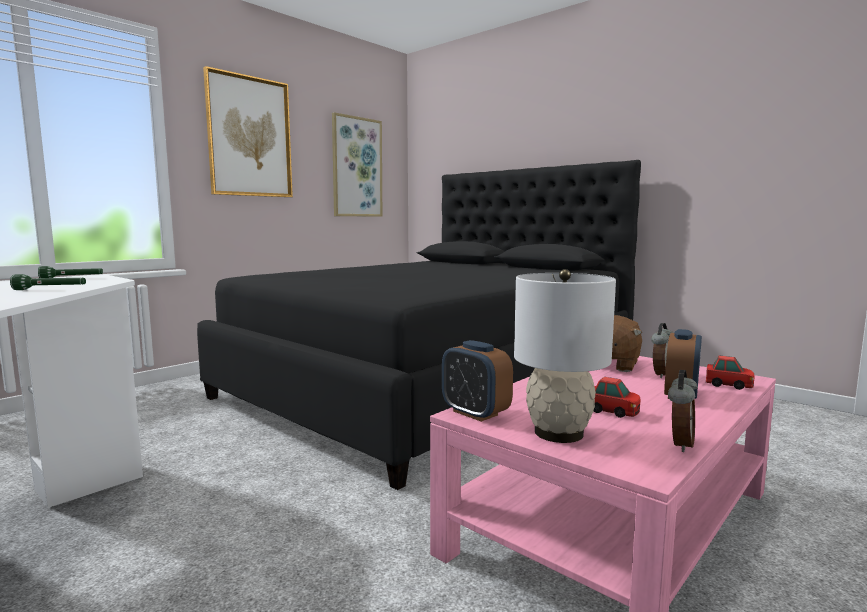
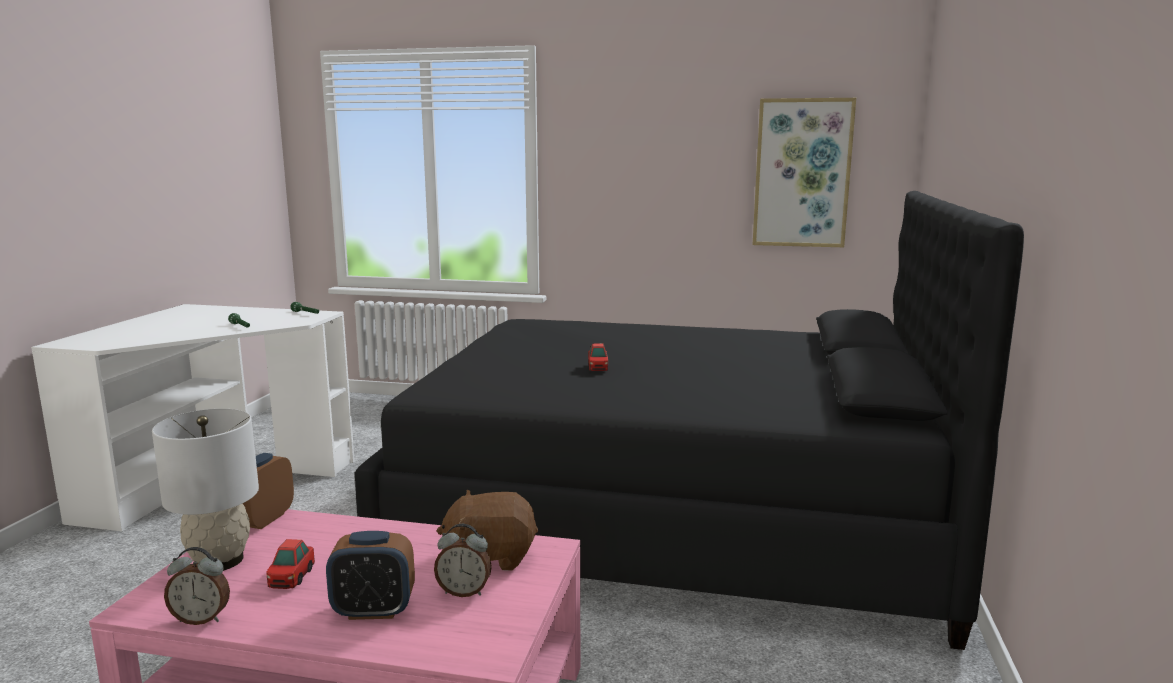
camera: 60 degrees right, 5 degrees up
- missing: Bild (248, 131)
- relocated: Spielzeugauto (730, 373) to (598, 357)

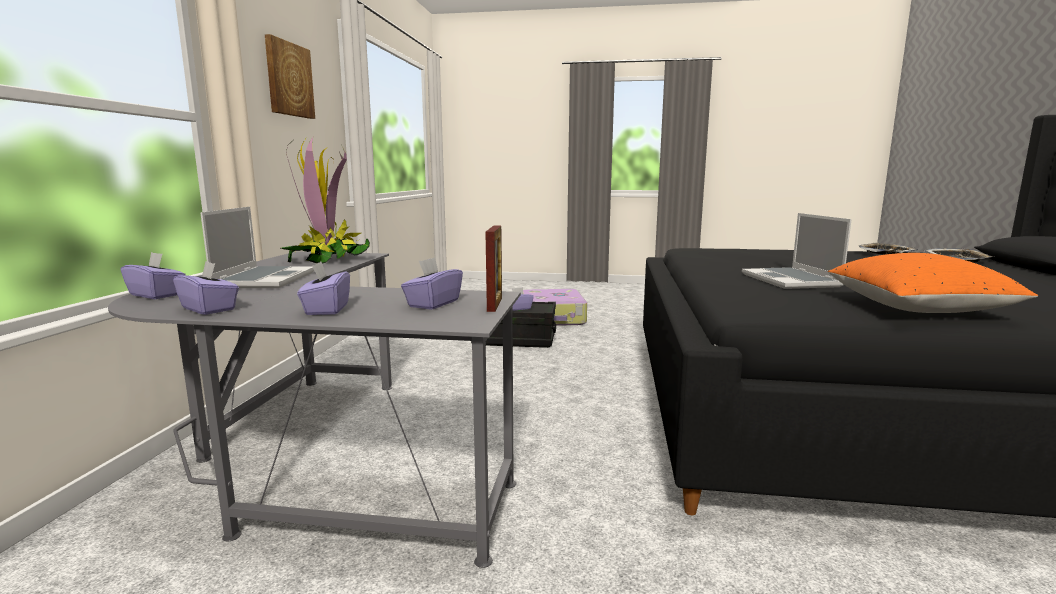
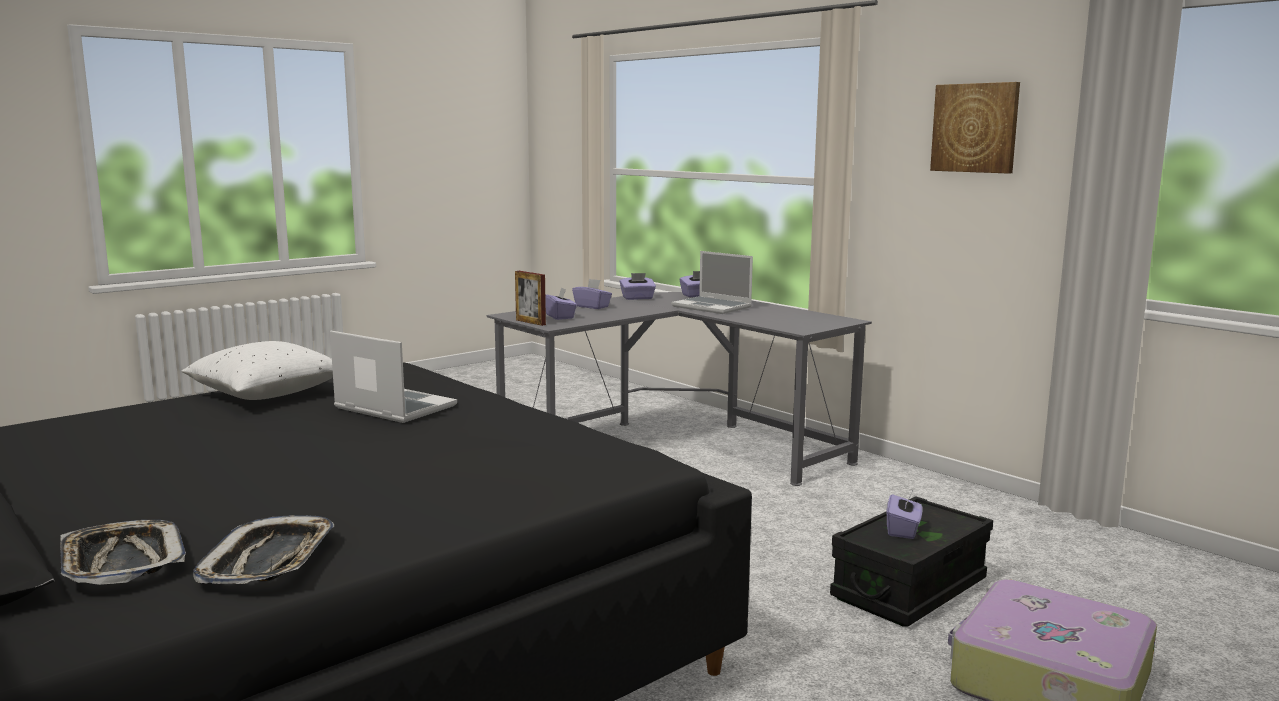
camera: 130 degrees right, 0 degrees up
- missing: Topfpflanze (325, 200)
- colour: Kissen (orange) (933, 283) to Kissen (weiß) (257, 370)

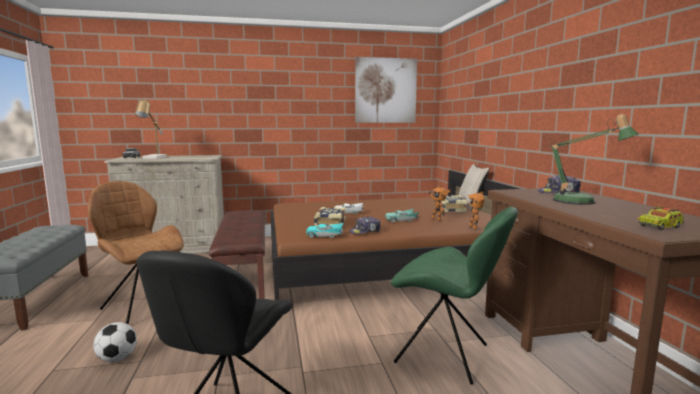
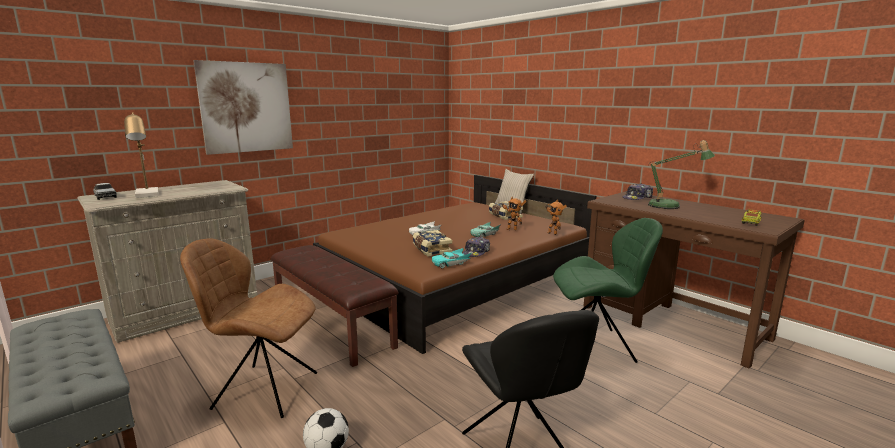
camera: 30 degrees left, 5 degrees up
- relocated: Bild (386, 90) to (243, 107)

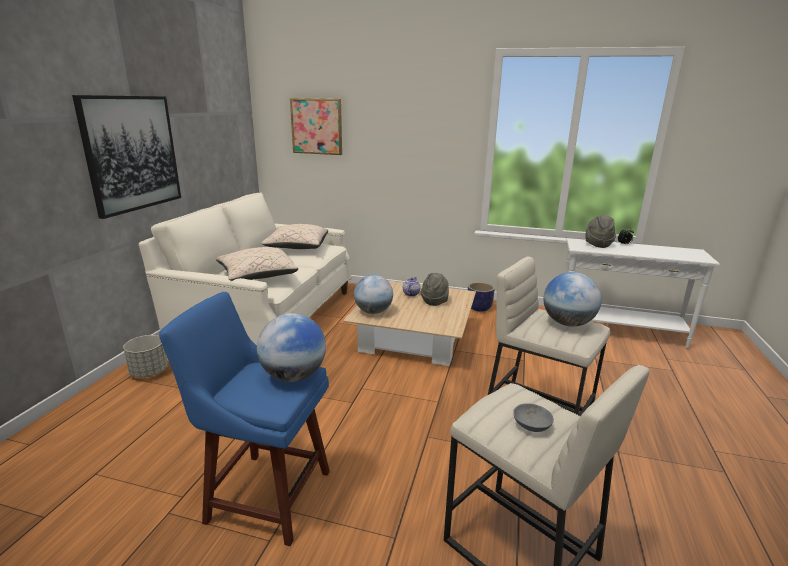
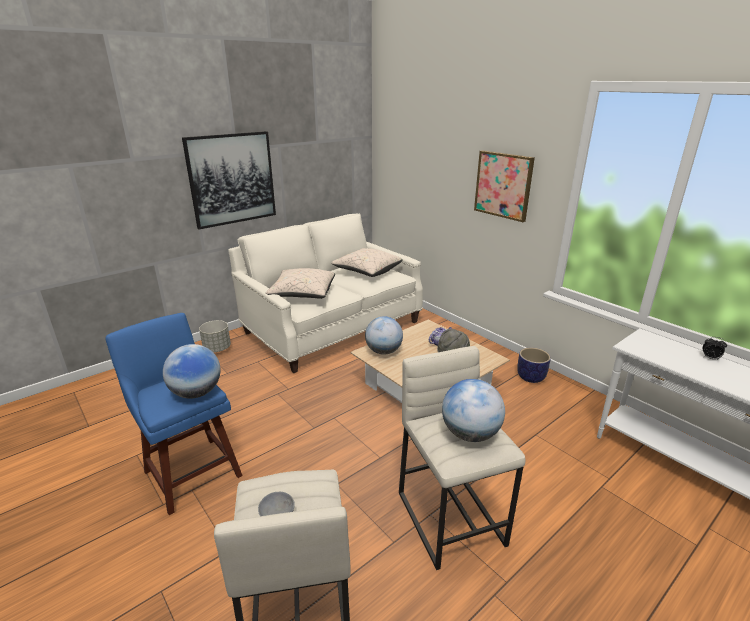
camera: 35 degrees right, 5 degrees up
- missing: Hut (grau) (600, 231)
- relocated: Bild (316, 126) to (504, 186)

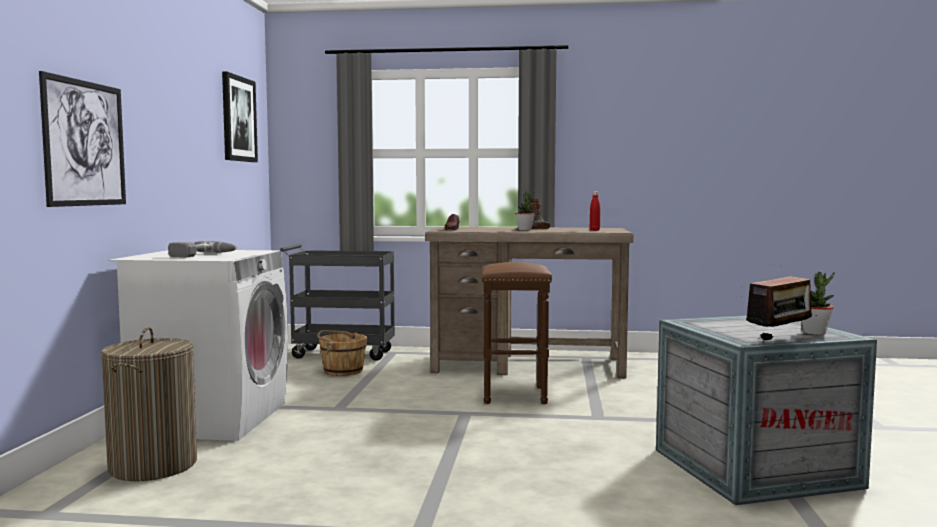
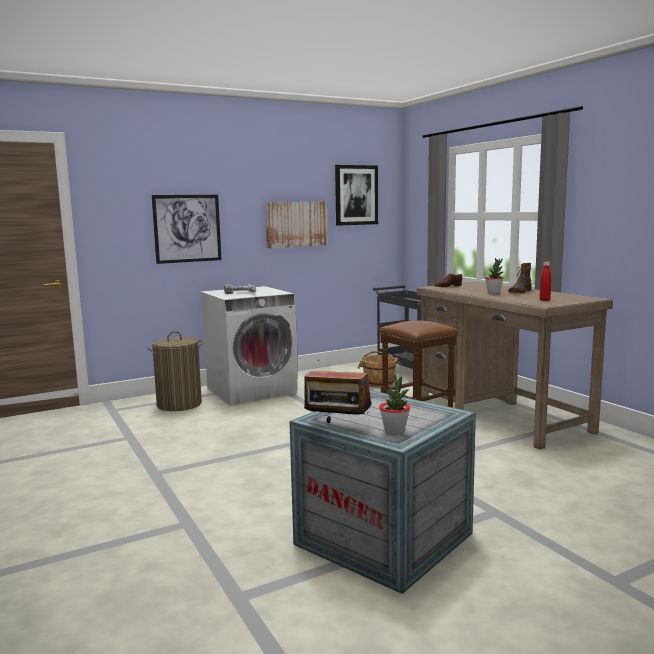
camera: 55 degrees right, 5 degrees up
- appeared: Bild (296, 225)

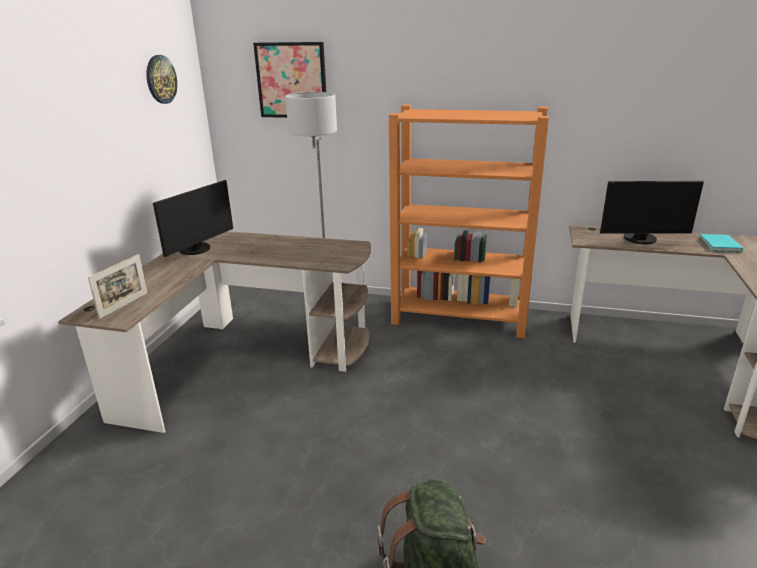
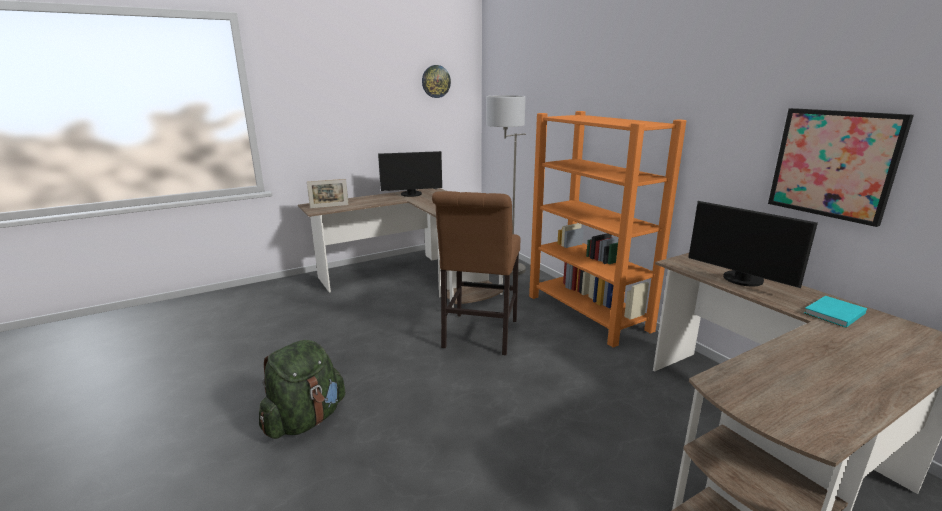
camera: 45 degrees right, 5 degrees down
- appeared: Hocker (braun) (476, 273)
- relocated: Bild (289, 80) to (841, 167)

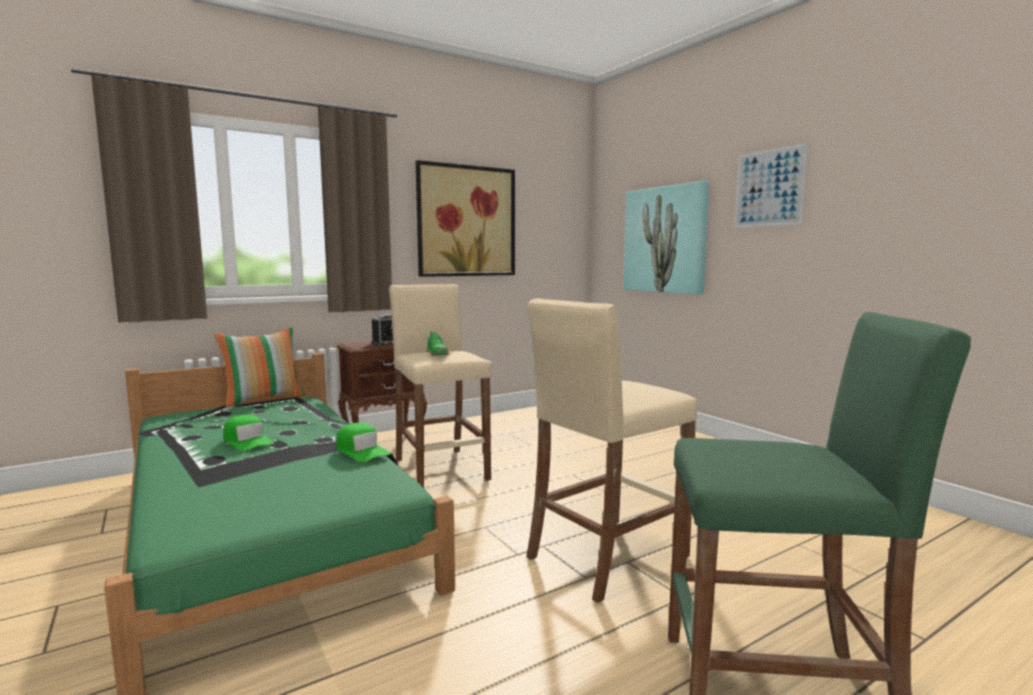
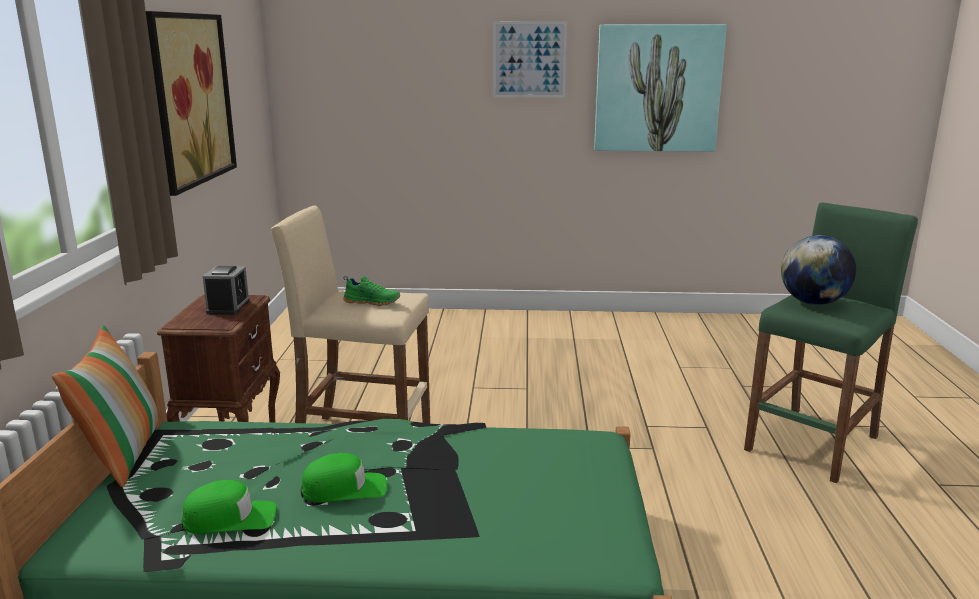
camera: 55 degrees left, 10 degrees up
- missing: Hocker (beige) (611, 451)
- appeared: Globus (818, 270)
- relocated: Kappe (grün) (363, 442) to (229, 507)
- relocated: Bild (666, 237) to (660, 88)

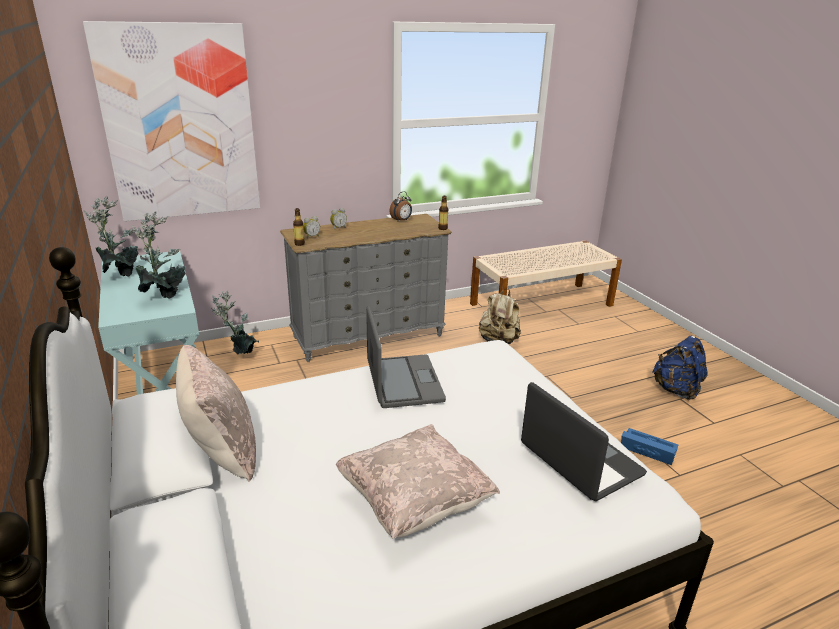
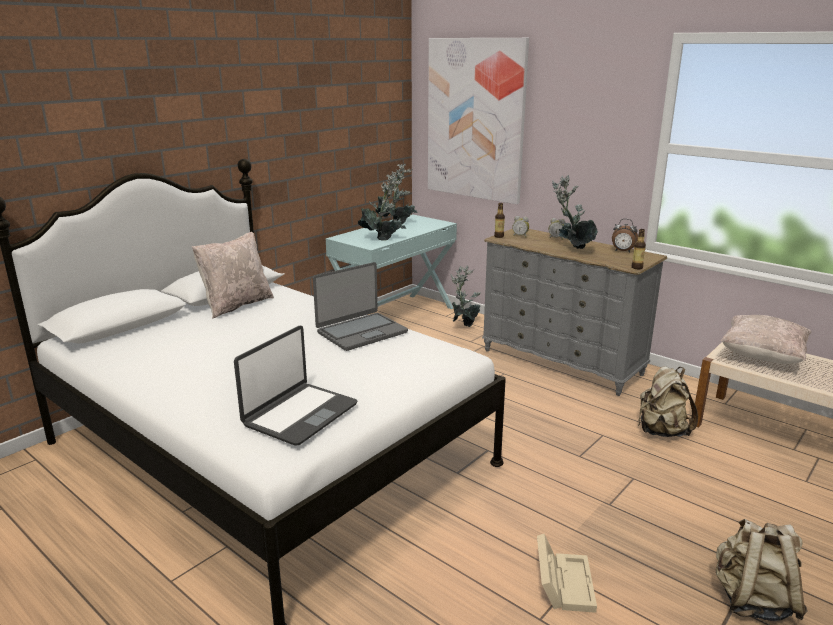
camera: 65 degrees right, 5 degrees down
- appeared: Topfpflanze (575, 212)
- relocated: Kissen (beige) (418, 481) to (766, 339)
- colour: Aufbewahrungsbox (blau) (649, 446) to Aufbewahrungsbox (beige) (567, 573)
- colour: Rucksack (blau) (680, 368) to Rucksack (beige) (762, 570)

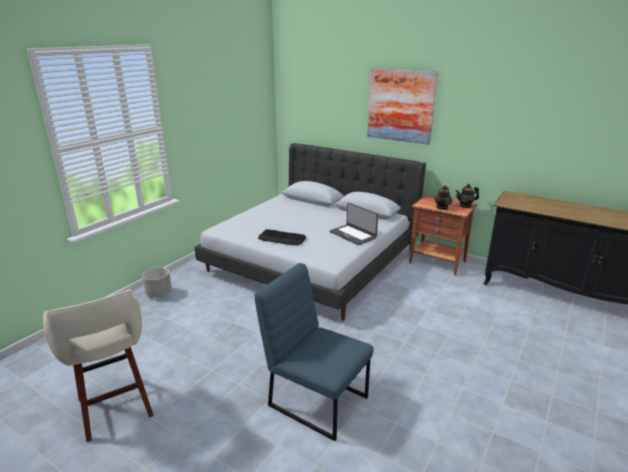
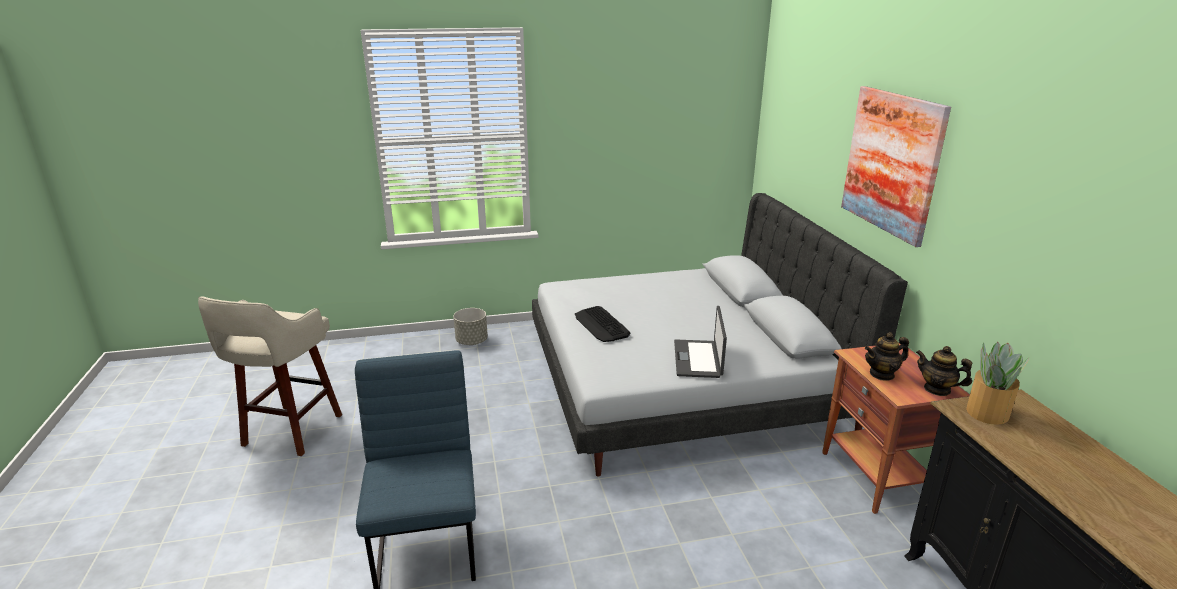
camera: 45 degrees right, 0 degrees up
- appeared: Topfpflanze (998, 383)

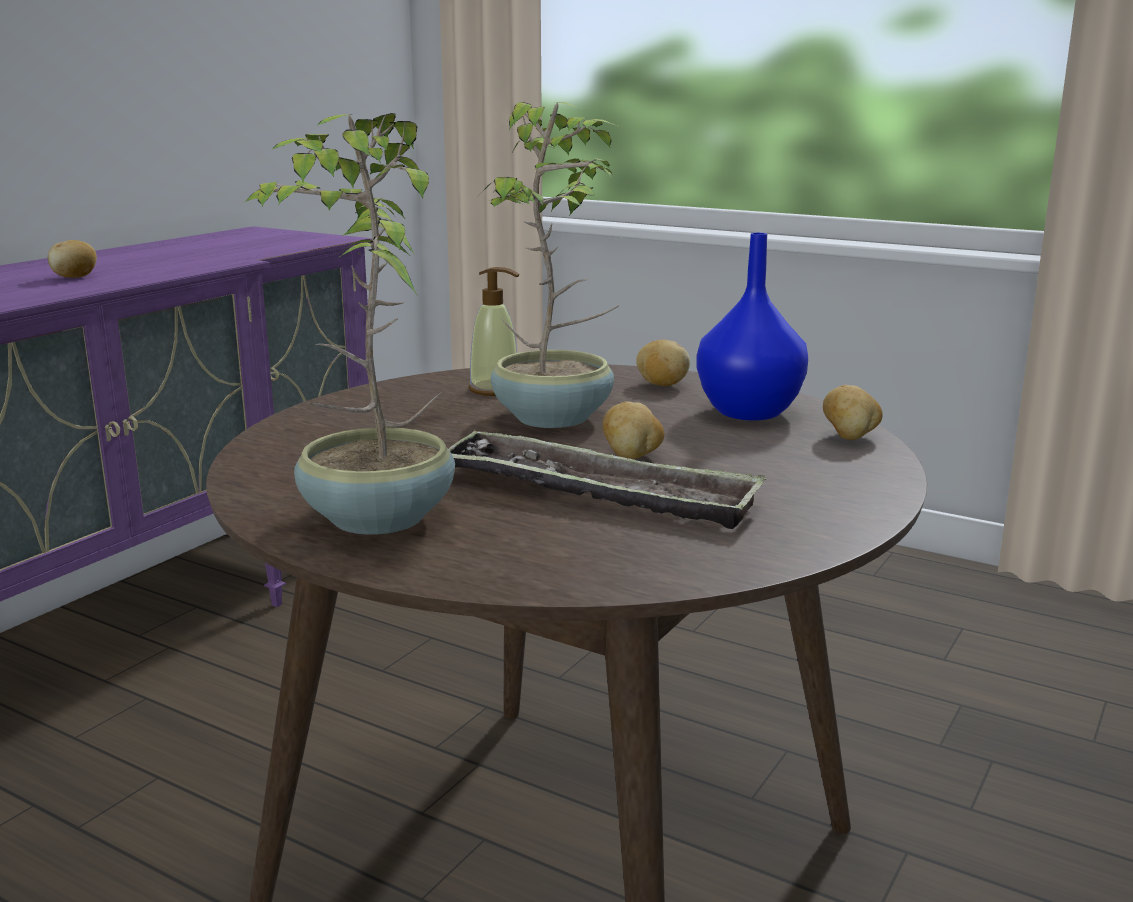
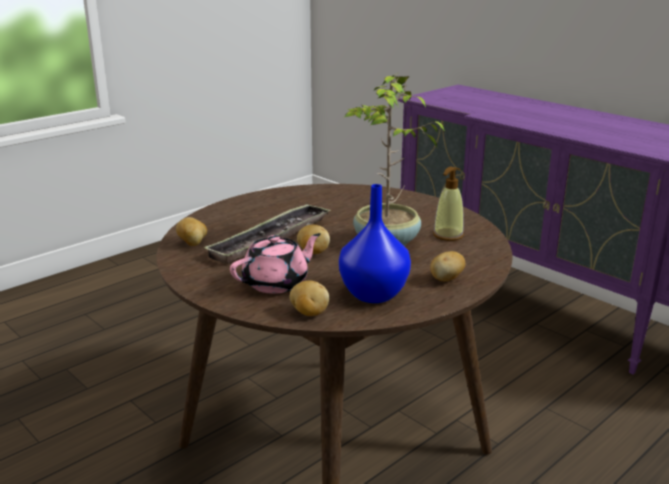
camera: 105 degrees right, 5 degrees up
- missing: Topfpflanze (350, 324)
- appeared: Teekanne (rosa) (275, 263)
- relocated: Kartoffel (72, 259) to (191, 231)

